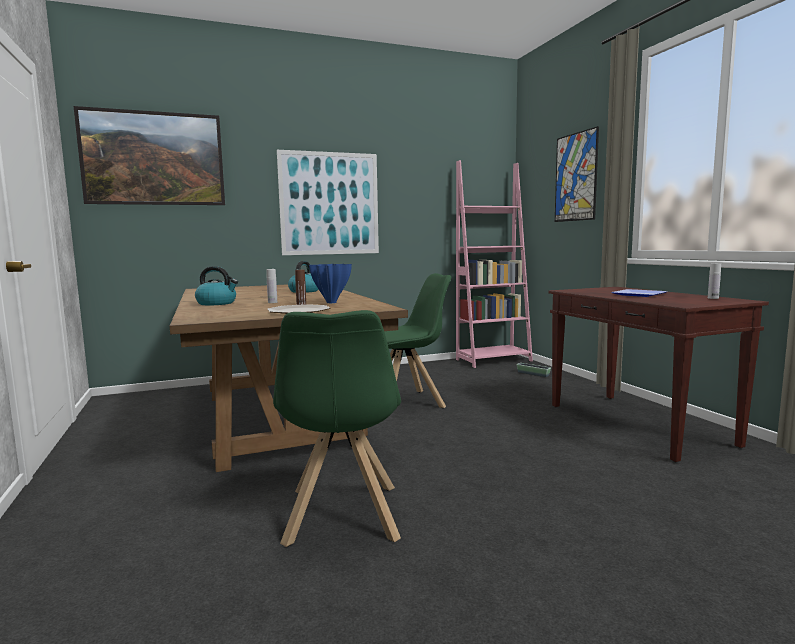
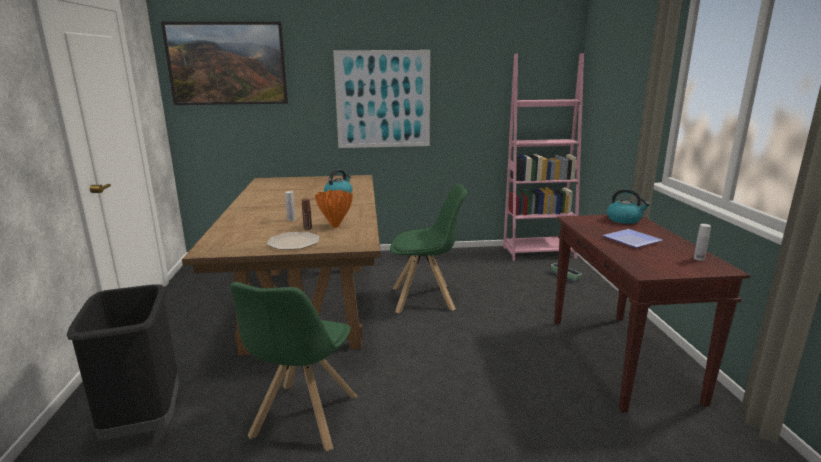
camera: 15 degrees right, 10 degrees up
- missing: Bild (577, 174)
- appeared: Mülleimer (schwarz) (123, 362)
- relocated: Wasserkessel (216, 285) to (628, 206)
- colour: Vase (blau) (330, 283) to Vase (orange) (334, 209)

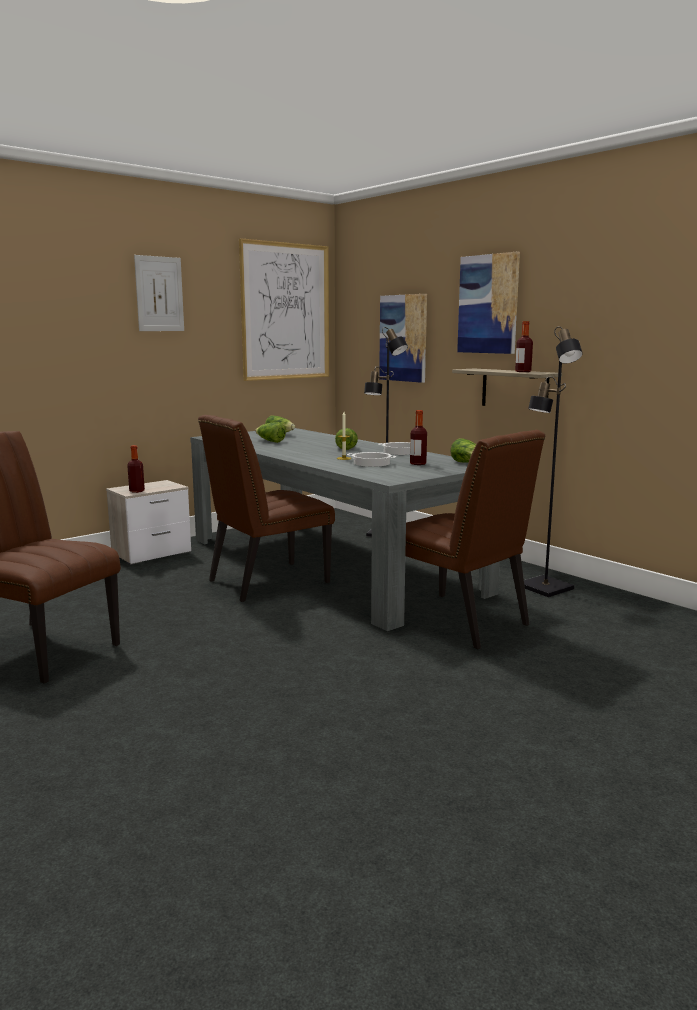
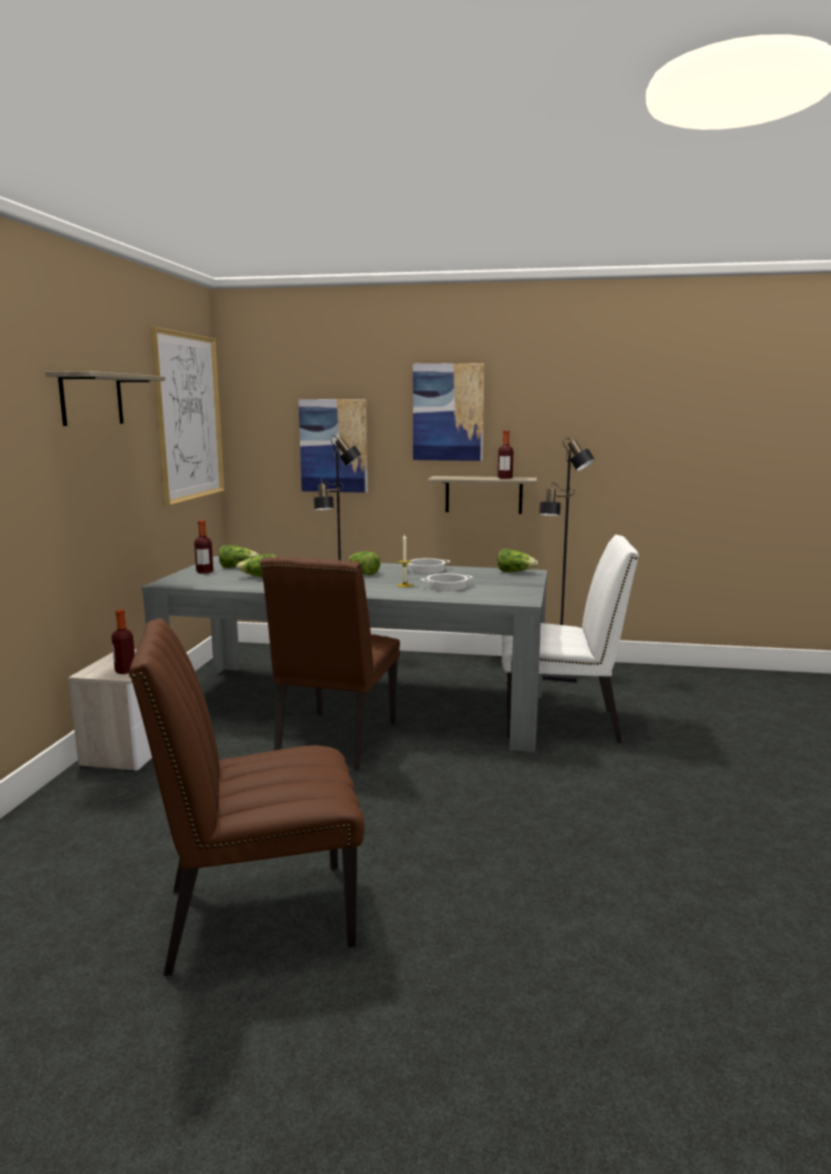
camera: 40 degrees left, 0 degrees up
- relocated: Flasche (418, 437) to (203, 547)
- exchanged: Bild (159, 293) to Wandregal (105, 398)
- colour: Stuhl (braun) (475, 539) to Stuhl (weiß) (570, 639)

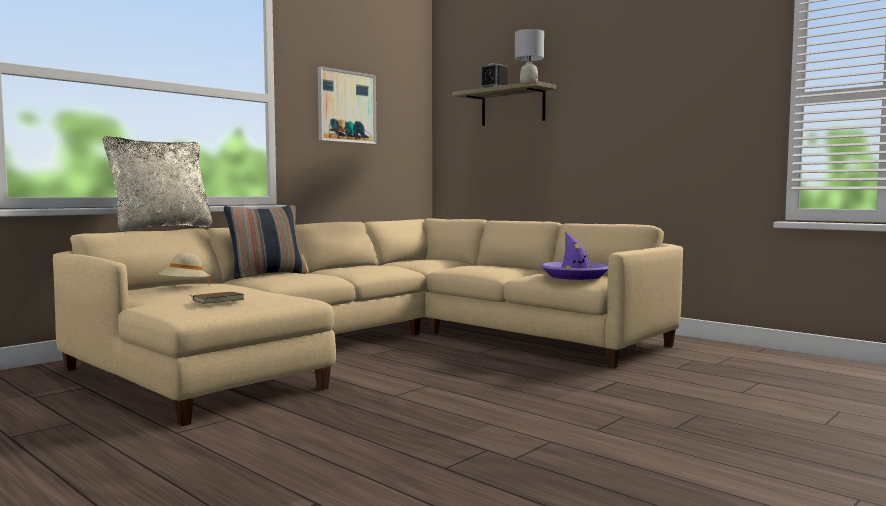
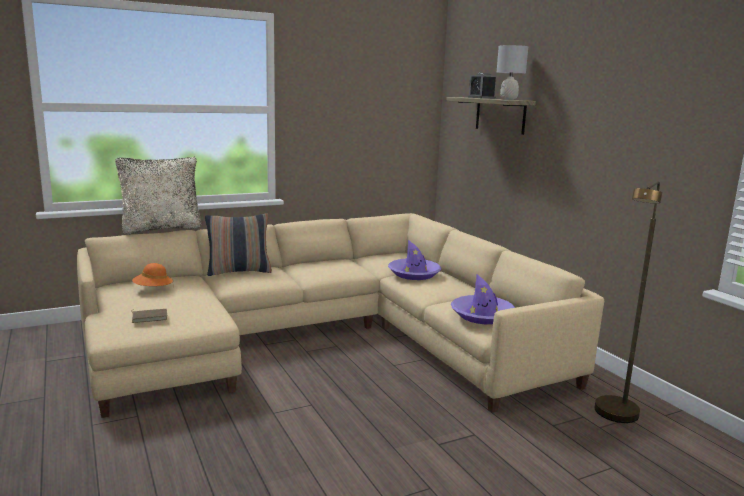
camera: 20 degrees right, 10 degrees up
- missing: Bild (347, 105)
- appeared: Hut (lila) (414, 260)
- appeared: Stehlampe (braun) (628, 302)
- colour: Hut (beige) (184, 269) to Hut (orange) (153, 275)

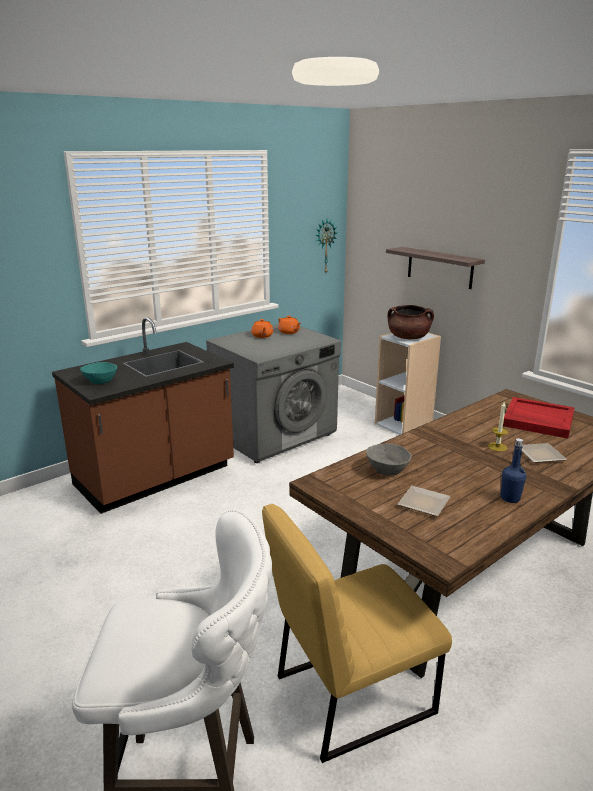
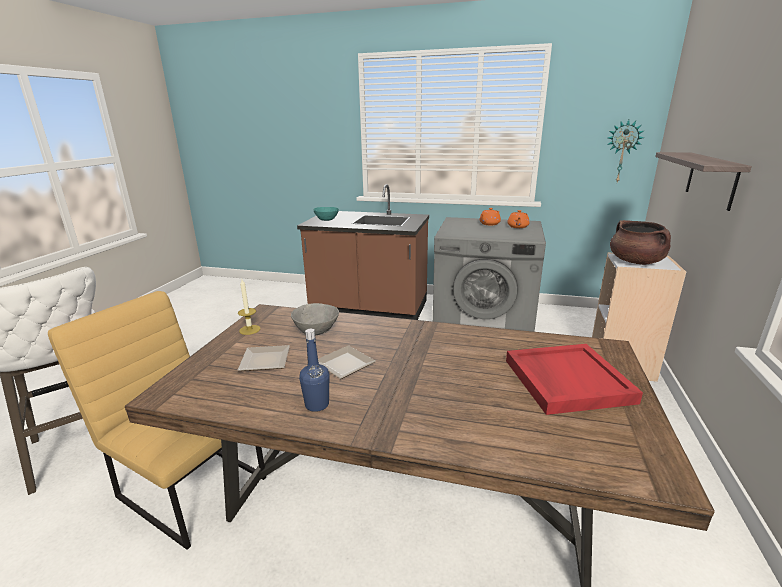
camera: 55 degrees right, 0 degrees up
- relocated: Kerze (498, 427) to (249, 307)
- relocated: Teller (544, 453) to (347, 362)

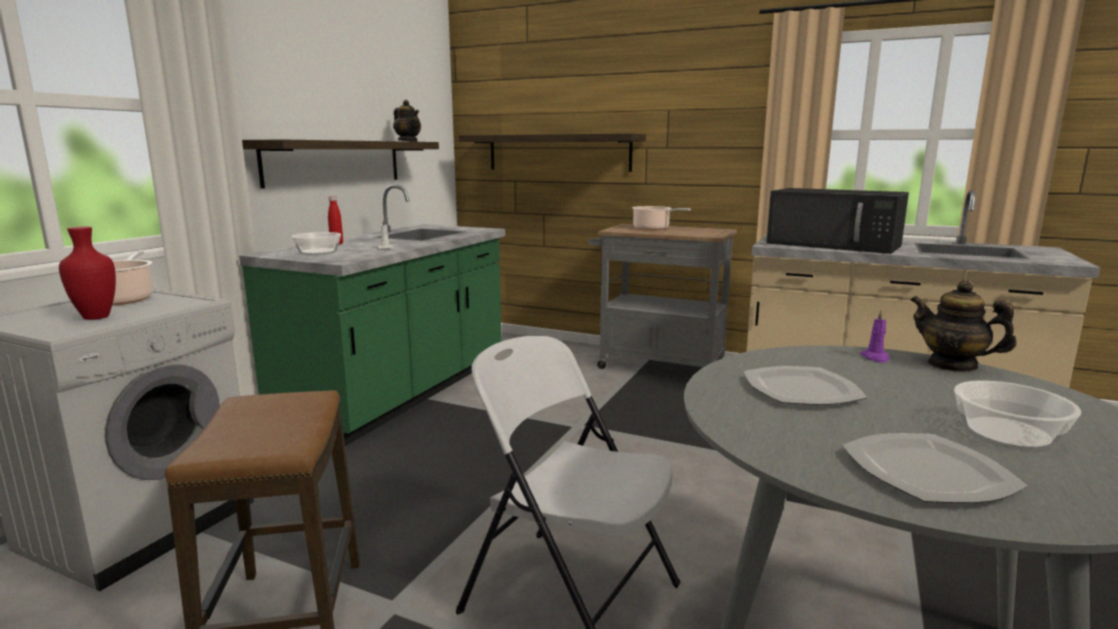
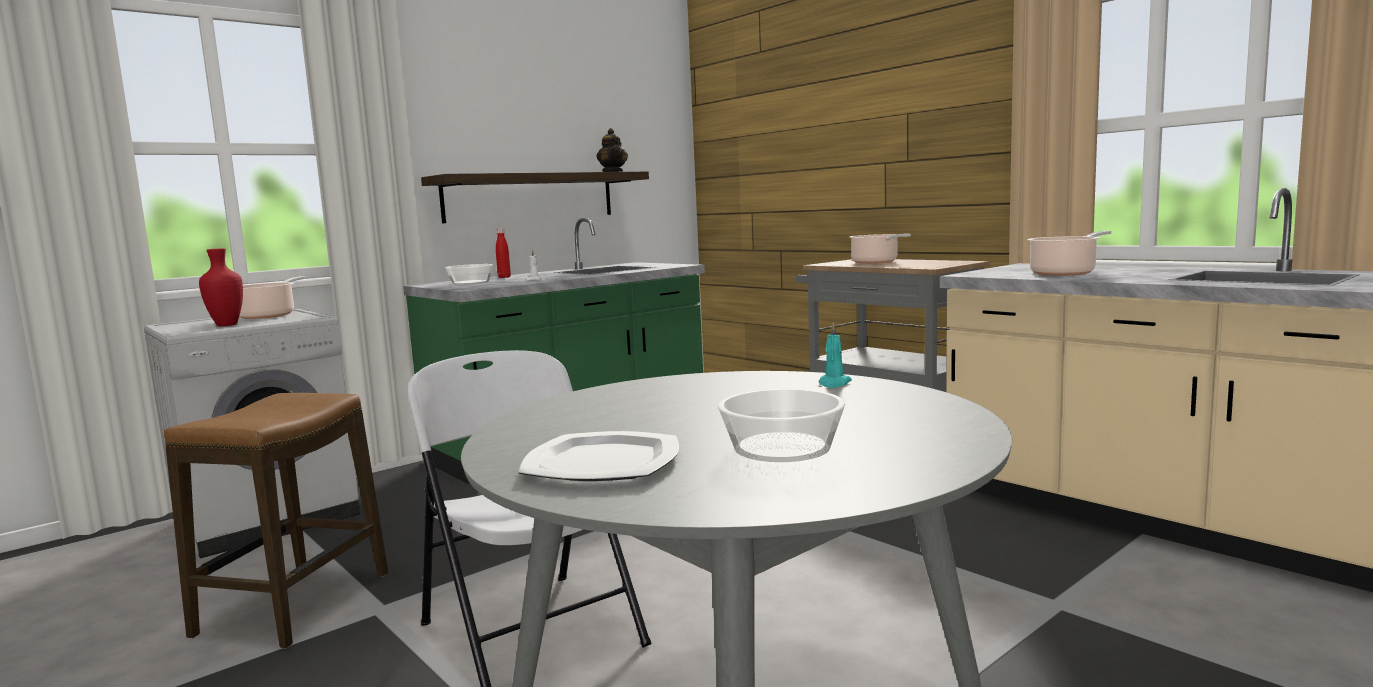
camera: 25 degrees right, 5 degrees down
- missing: Wandregal (552, 152)
- missing: Teller (805, 385)
- missing: Teekanne (963, 326)
- exchanged: Mikrowelle (schwarz) (837, 221) to Kochtopf (1069, 253)
- colour: Kerze (lila) (875, 336) to Kerze (türkis) (835, 355)

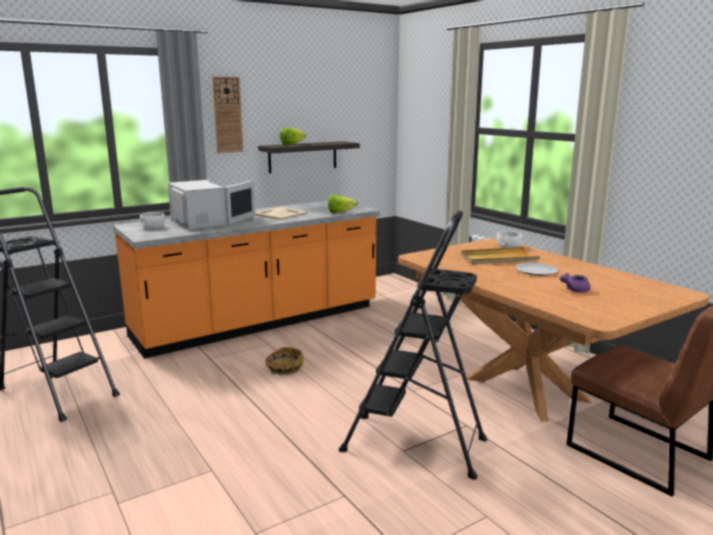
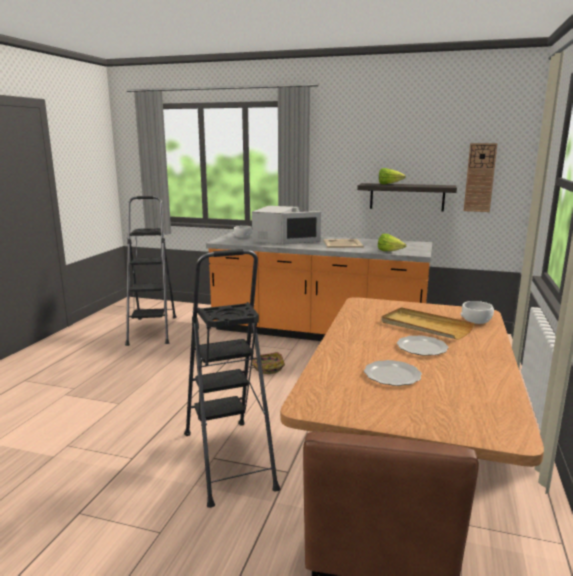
camera: 50 degrees right, 0 degrees up
- relocated: Wanduhr (227, 114) to (480, 177)
- exchanged: Teekanne (lila) (575, 282) to Teller (393, 373)

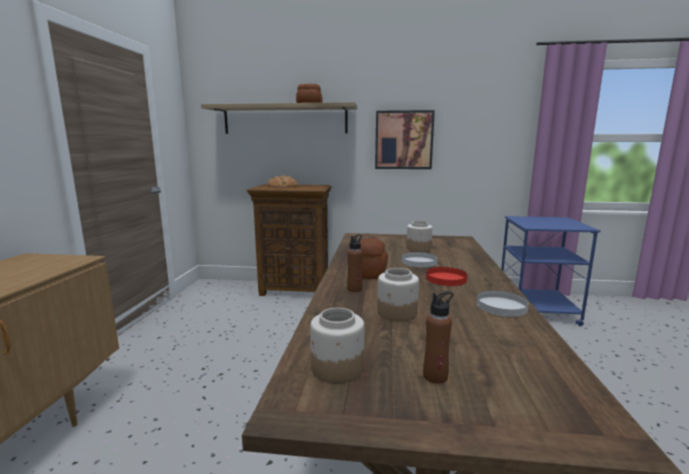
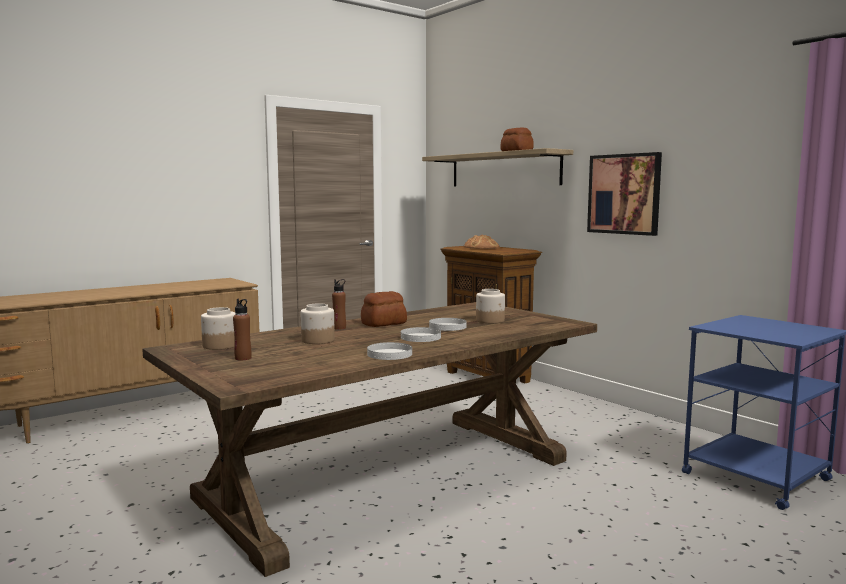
camera: 45 degrees right, 5 degrees down
- colour: Teller (rot) (446, 276) to Teller (weiß) (421, 334)

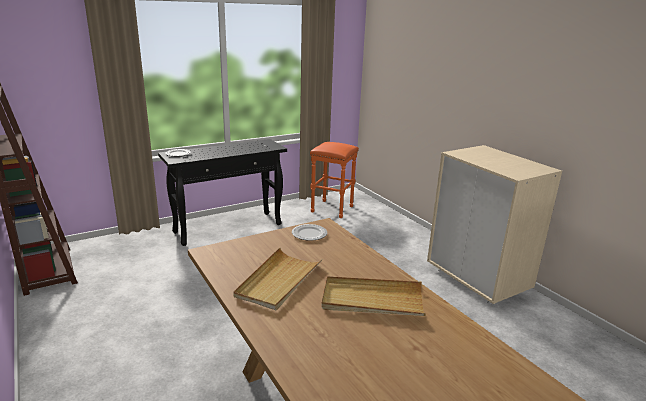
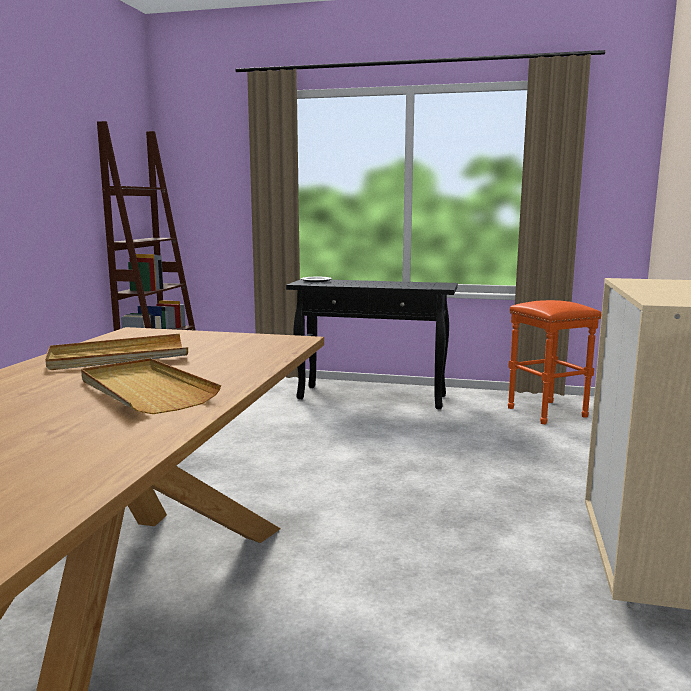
camera: 45 degrees right, 10 degrees down
- missing: Teller (309, 232)

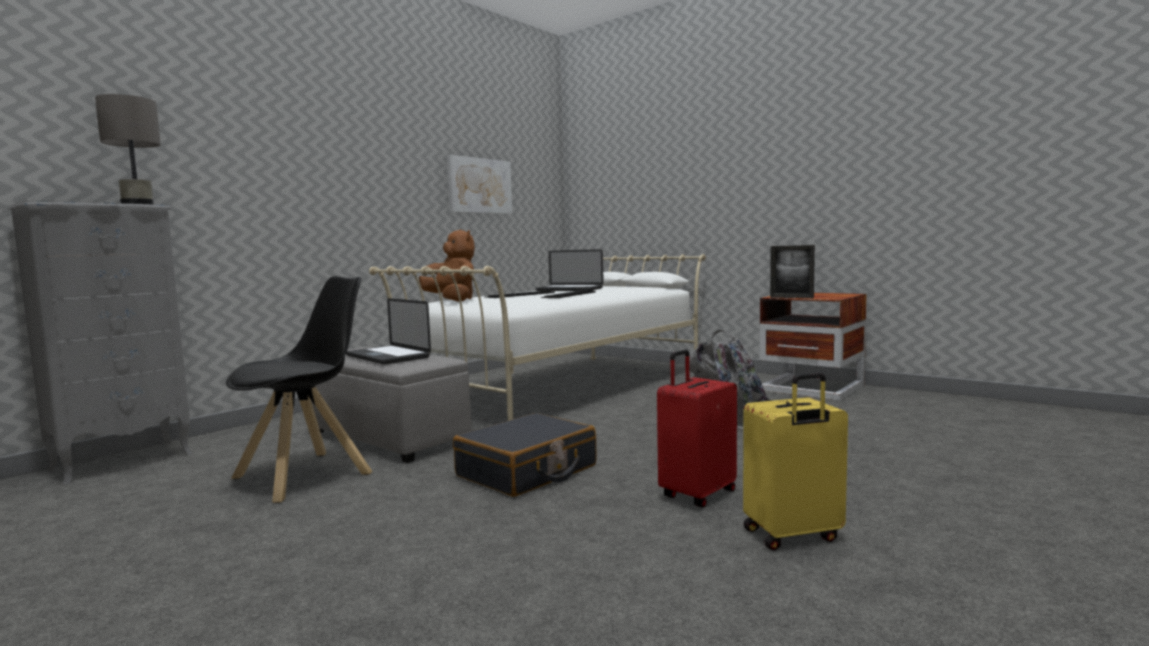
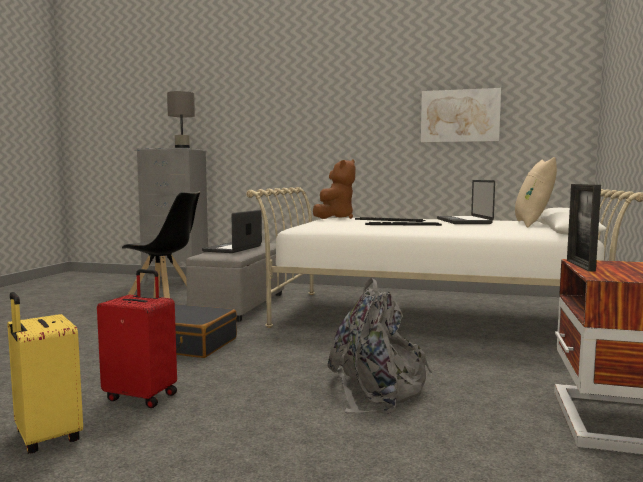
camera: 65 degrees right, 0 degrees up
- appeared: Kissen (beige) (536, 192)

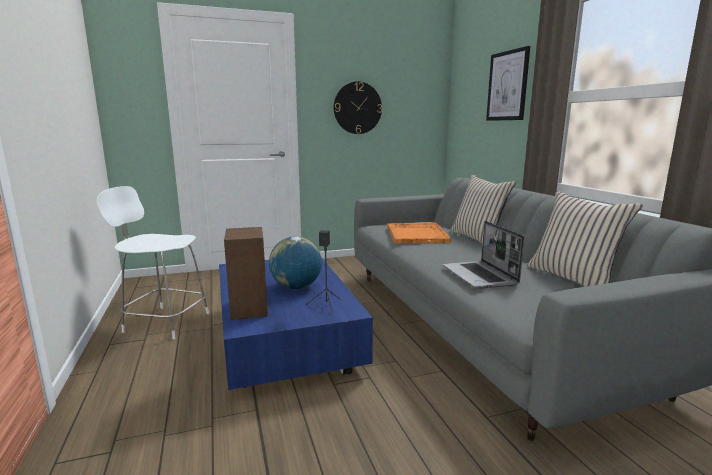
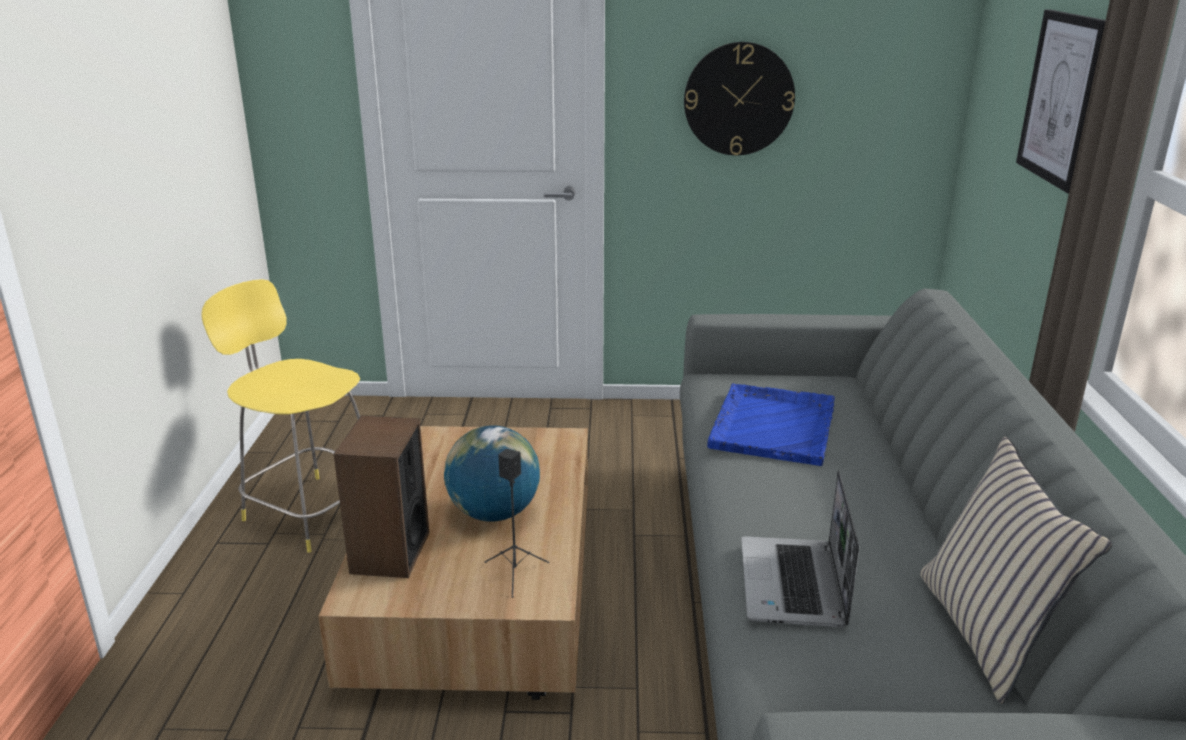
camera: 20 degrees right, 10 degrees up
- missing: Kissen (beige) (483, 209)
- colour: Hocker (weiß) (153, 262) to Hocker (gelb) (280, 416)
- colour: Couchtisch (blau) (296, 323) to Couchtisch (braun) (453, 563)
- colour: Tablett (orange) (419, 233) to Tablett (blau) (771, 424)

